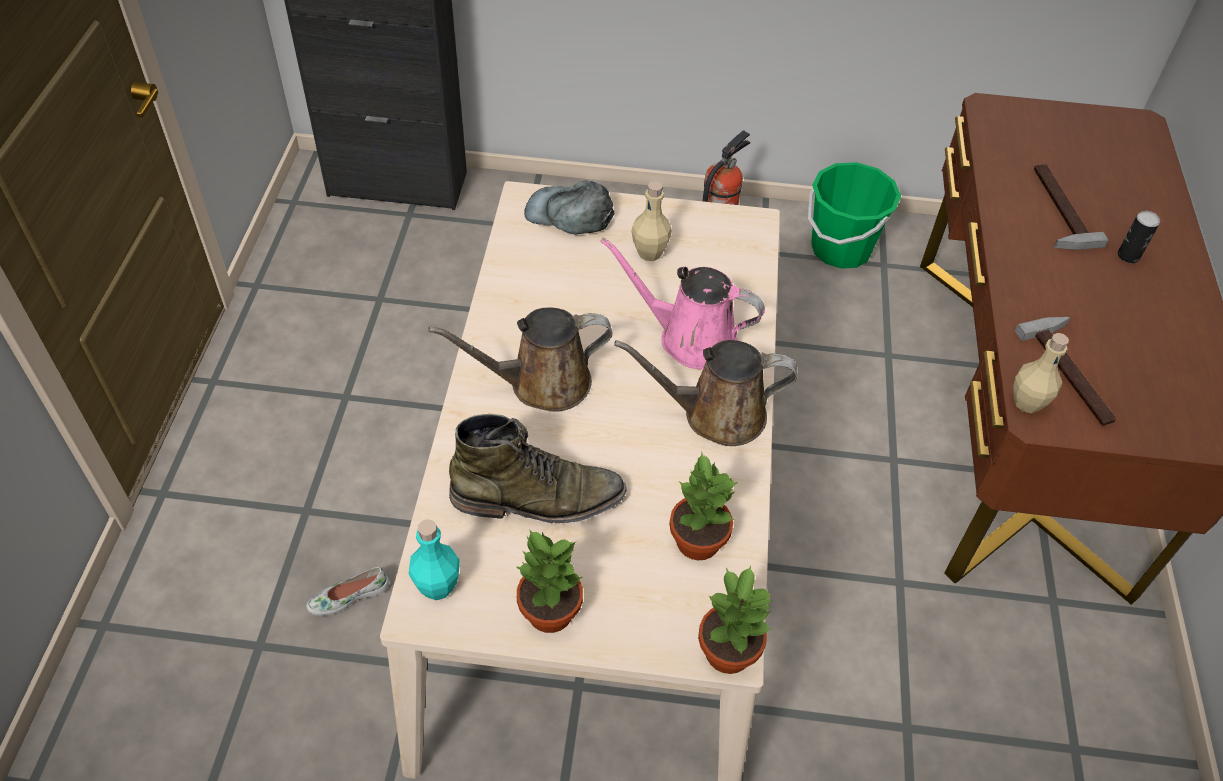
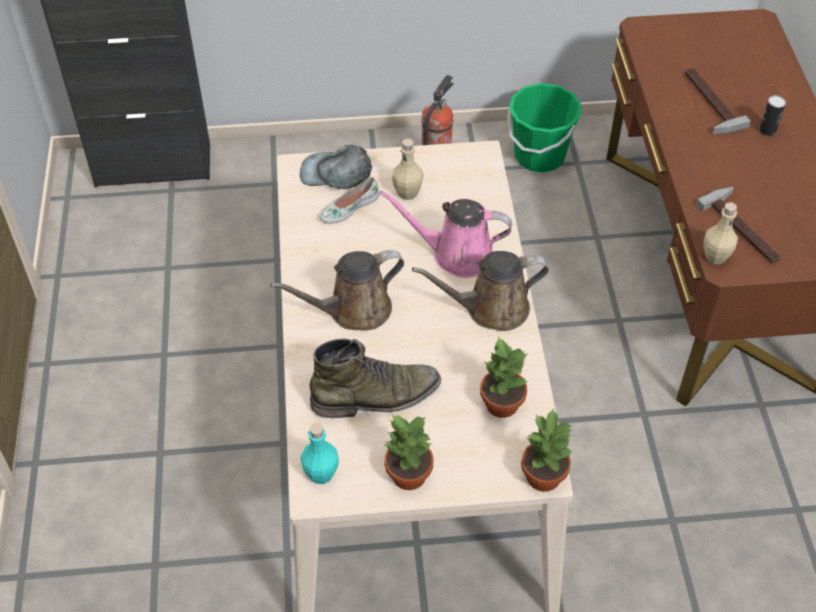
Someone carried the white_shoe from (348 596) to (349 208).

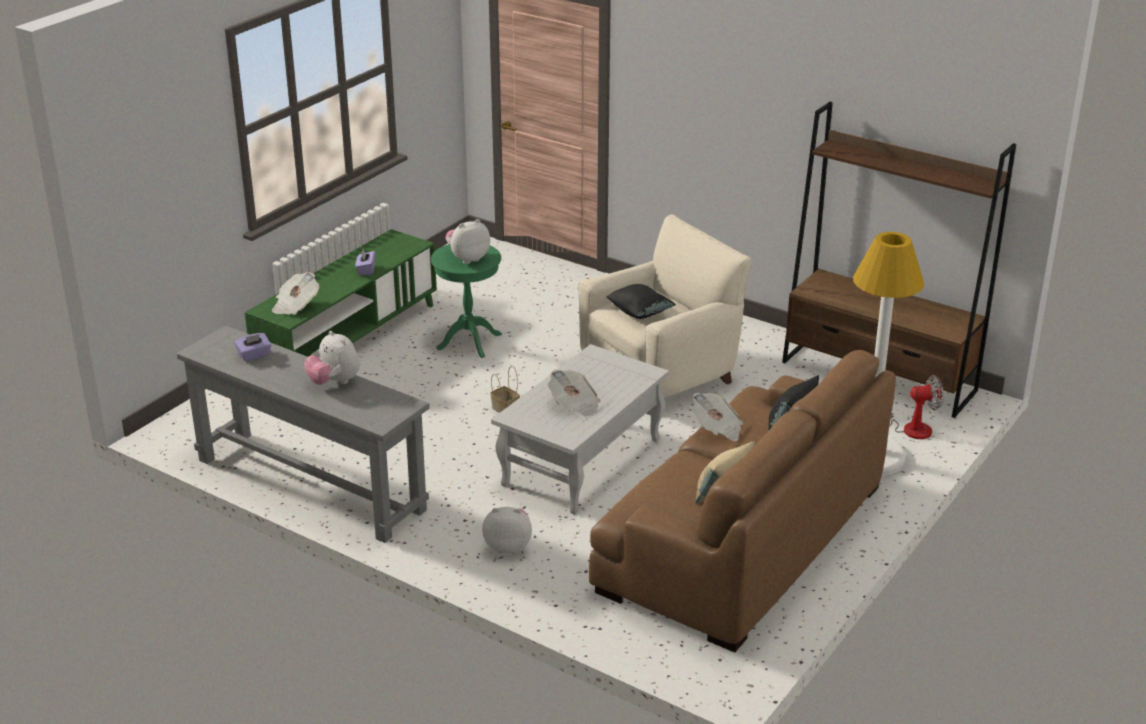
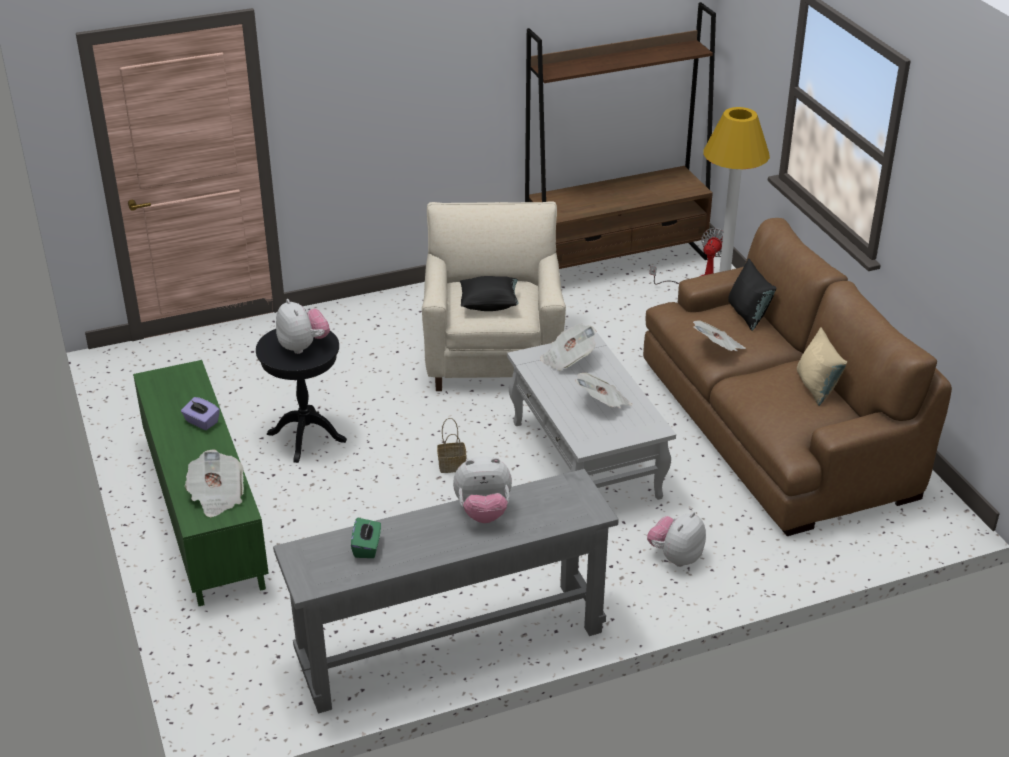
Someone put down the newspaper at (567 359).
Someone repainted the purple_tissue_box at (254 355), which became the green_tissue_box at (367 547).
Someone repainted the green_side_table at (469 341), which became the black_side_table at (306 437).
Someone rotated the plush_toy at (468 259) by 150 degrees clockwise.

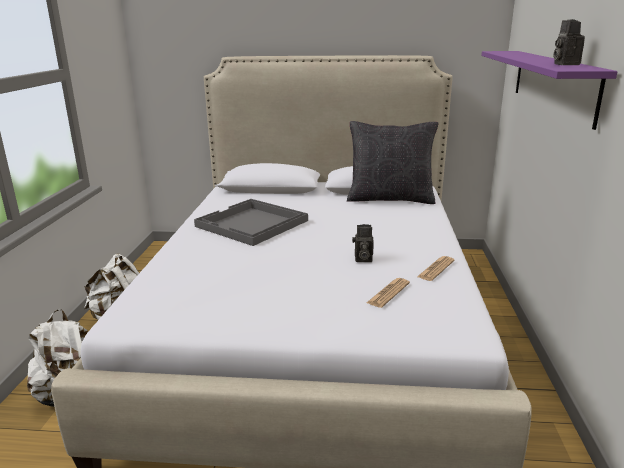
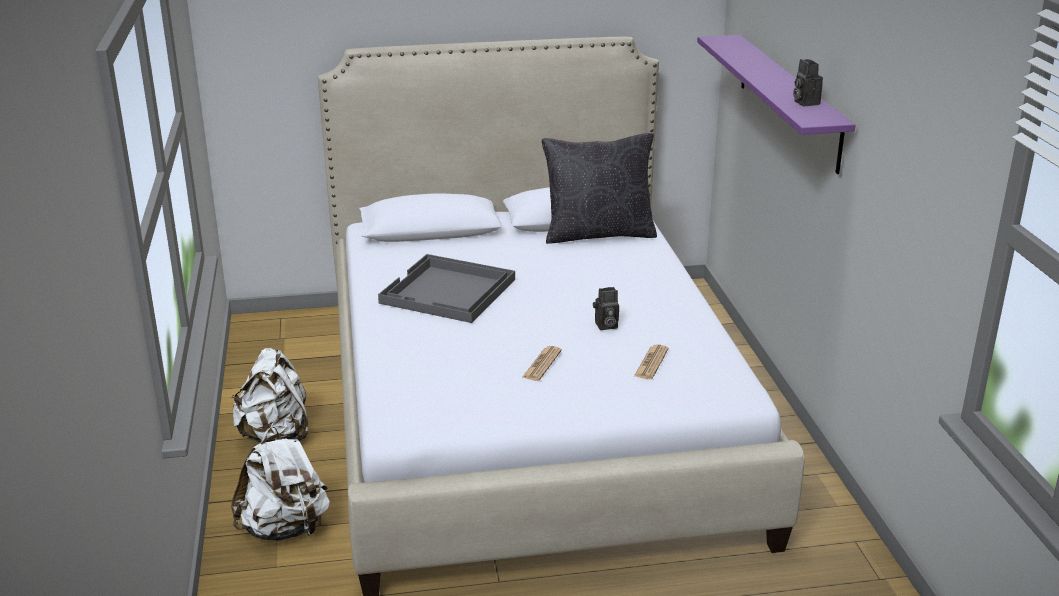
Someone carried the newspaper from (436 269) to (542 364).

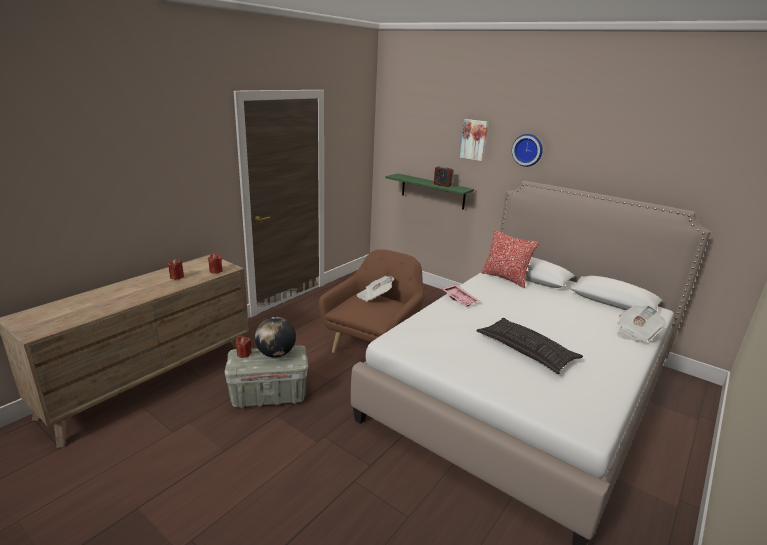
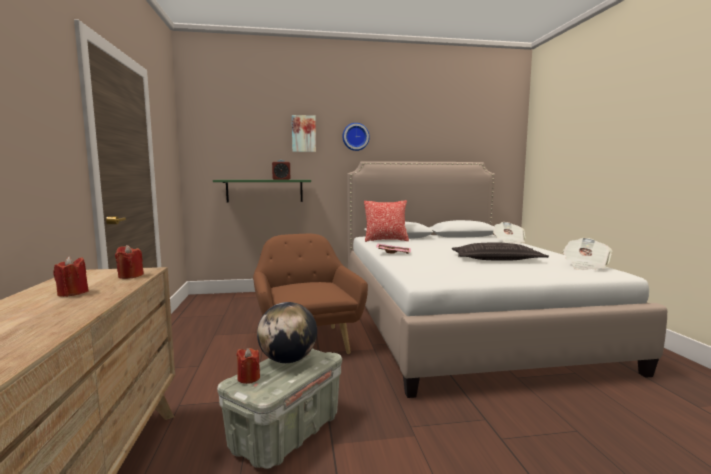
Someone carried the newspaper from (374 297) to (585 266).

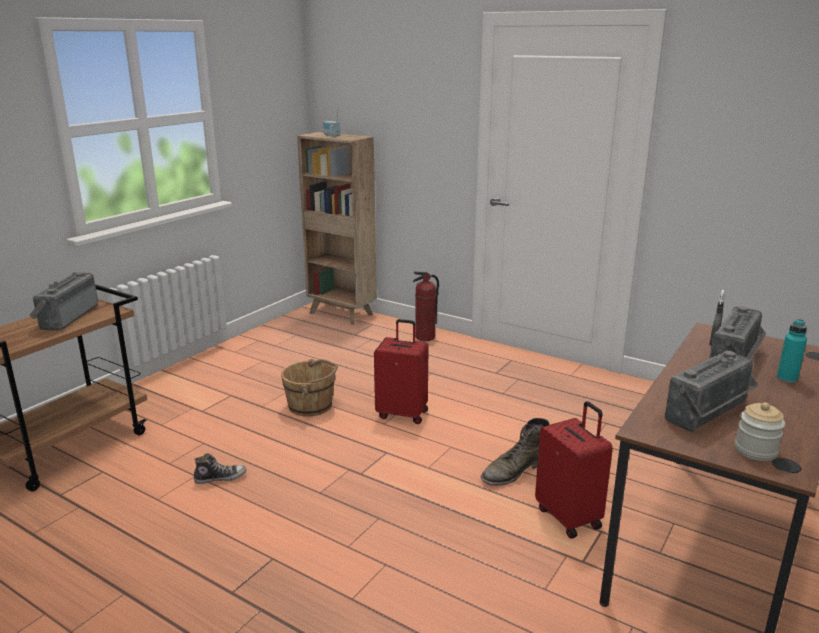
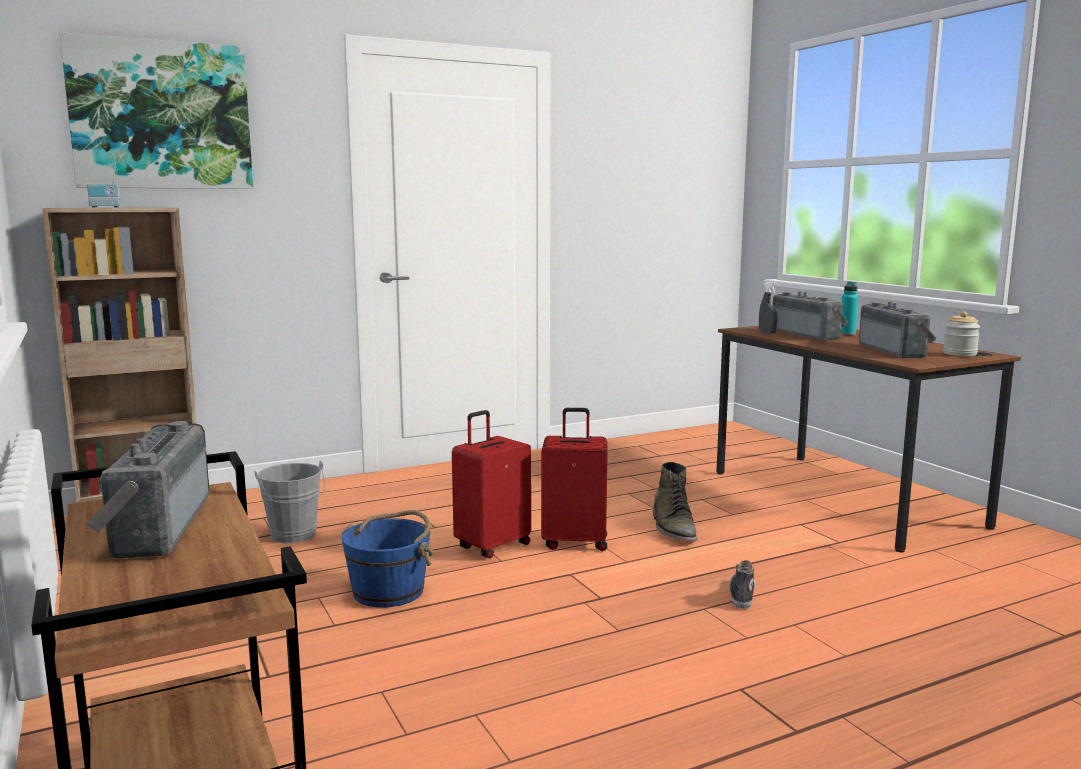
Someone took away the fire_extinguisher at (425 337).
Someone put up the picture at (161 115).
Someone put down the grey_bucket at (294 536).
Someone carried the shoe from (220 478) to (741 595).
Someone carried the red_suitcase from (569 517) to (575 542).
Someone repainted the brown_bucket at (311 406), which became the blue_bucket at (389 591).
Someone rotated the radio at (66 317) by 45 degrees clockwise.

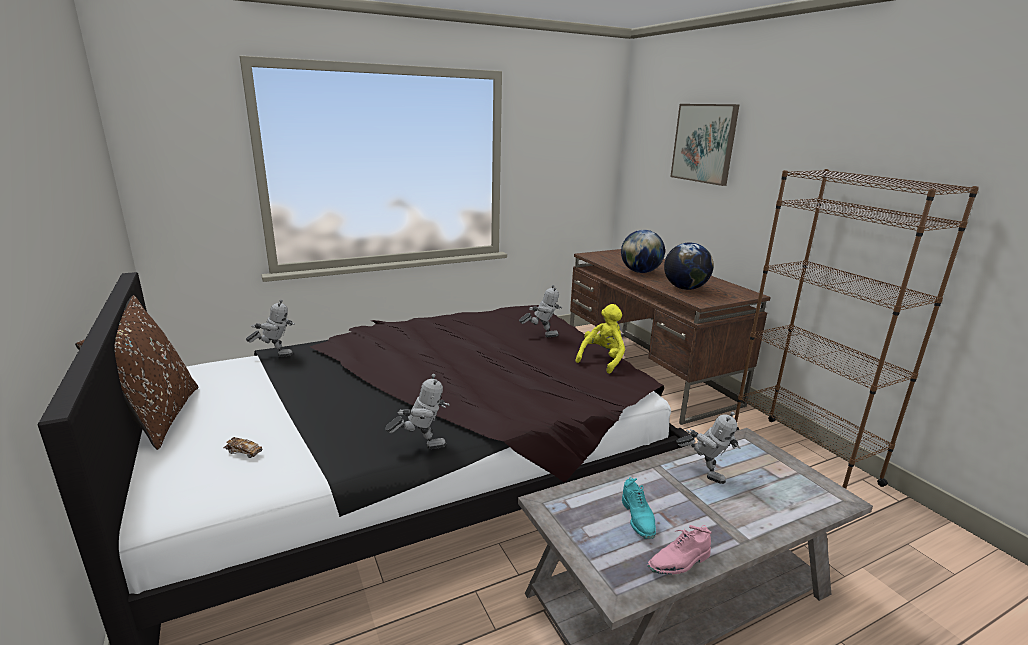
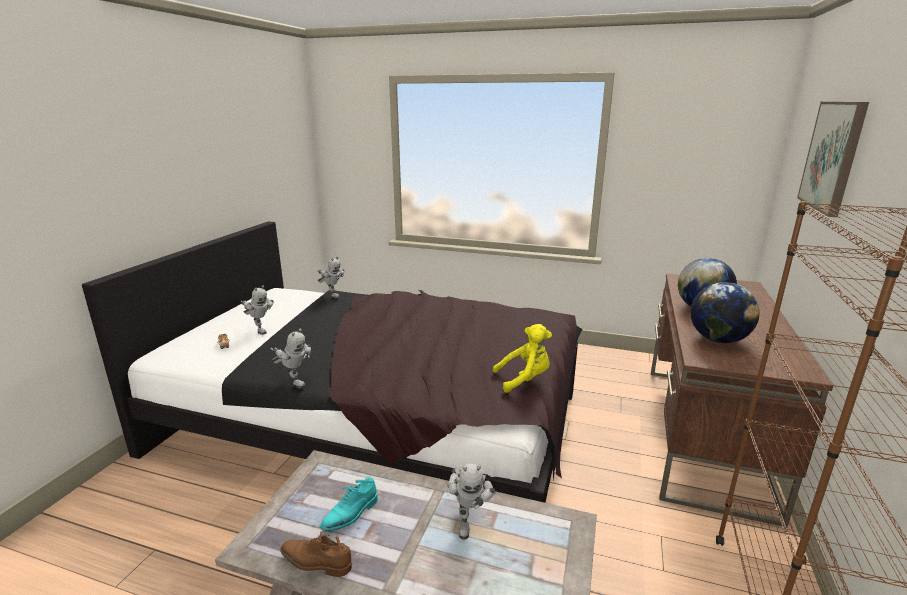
Someone took away the brown_pillow at (157 418).
Someone carried the toy_robot from (541 335) to (260 330).
Someone repainted the pink_shoe at (679 562), which became the brown_shoe at (316 562).

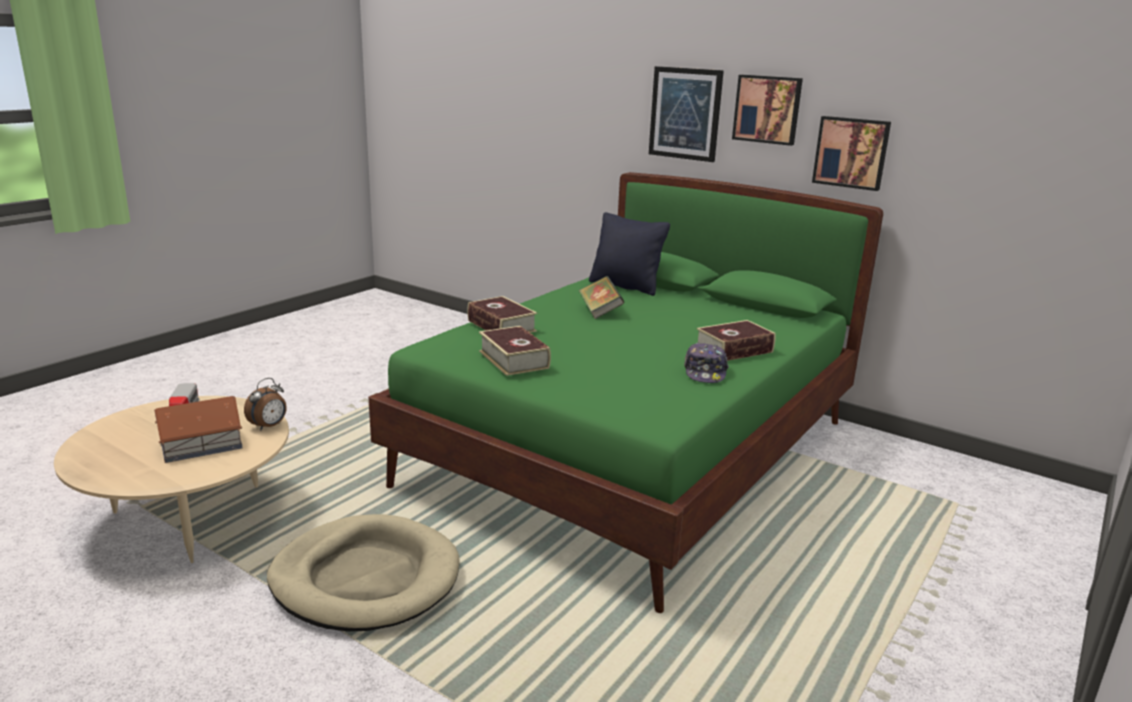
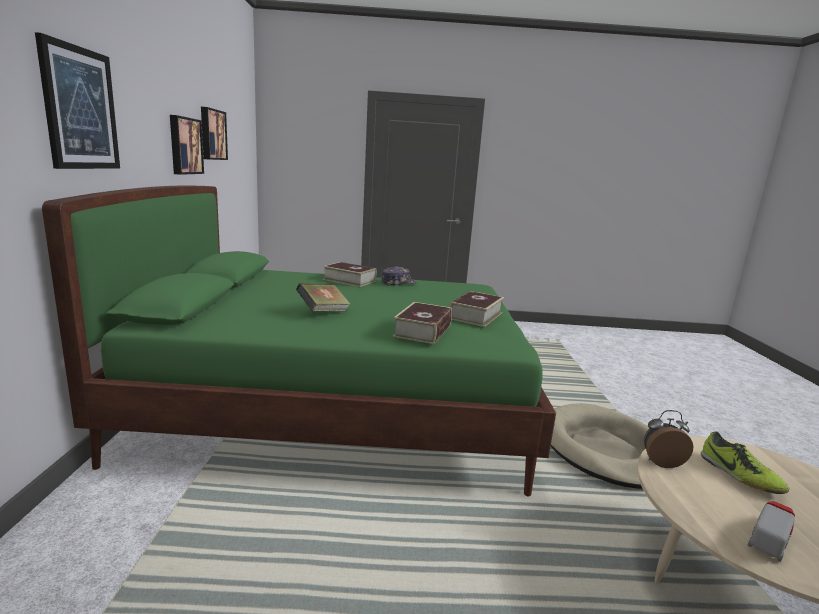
Someone took away the black_pillow at (625 286).
Someone carried the picture from (767 109) to (212 134).
Someone swapped the toy_house at (202 445) for the shoe at (739 476).

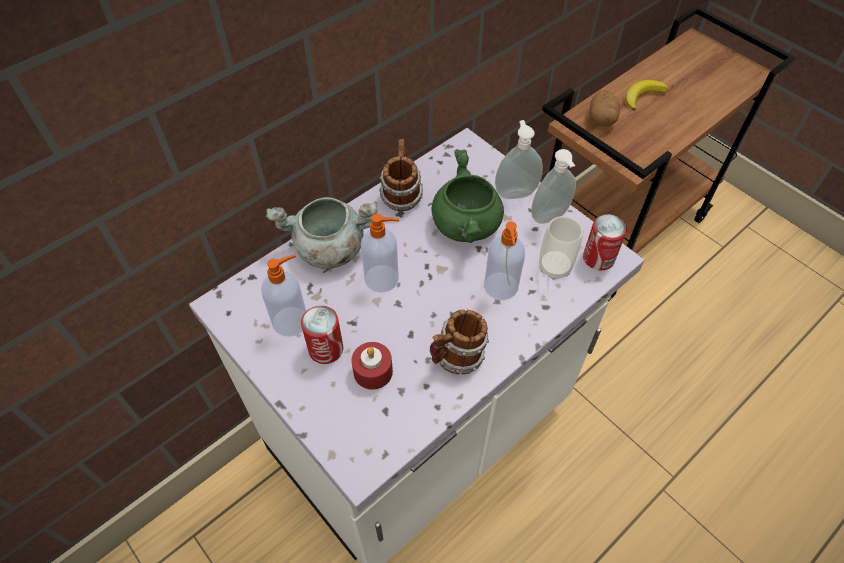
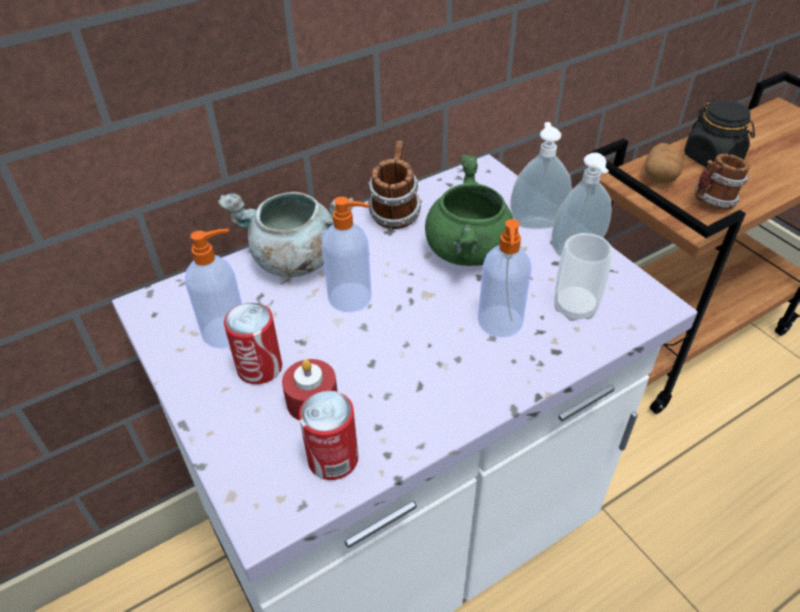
Someone carried the mug from (456 358) to (712 203).
Someone carried the can from (598 258) to (333 459).
Someone swapped the banana at (642 96) for the black_jar at (712 158).

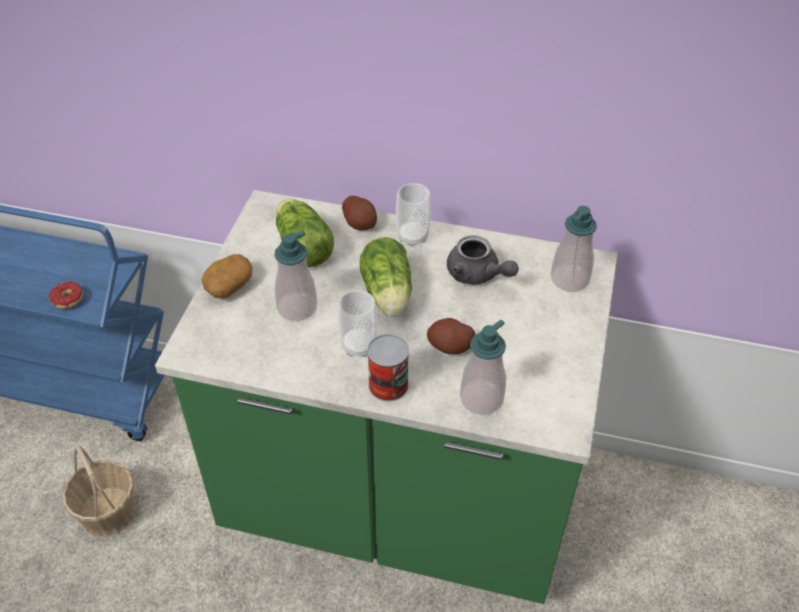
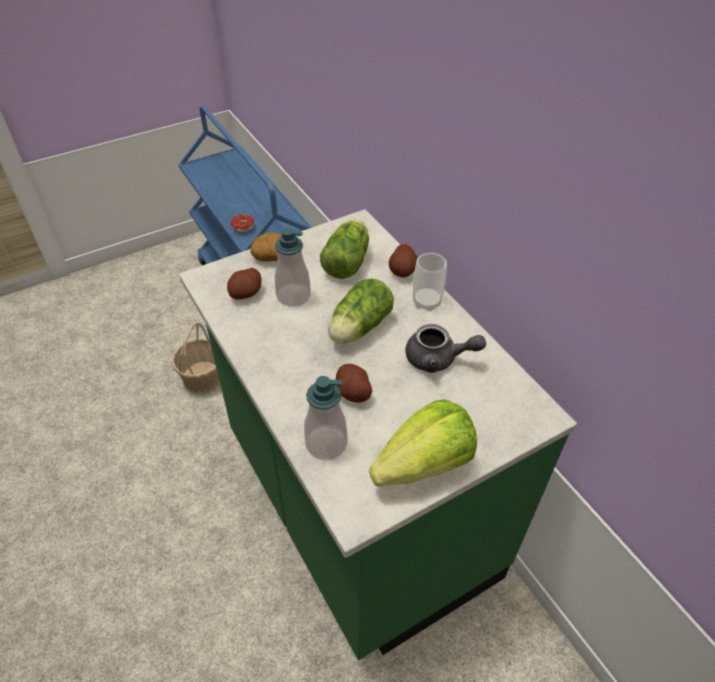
Someone took away the cup at (358 346).
Someone took away the can at (388 385).
Someone took away the soap_dispenser at (569 279).
Someone put down the potato at (246 293).
Someone put down the lettuce at (424 465).
Someone rotated the grey_teapot at (477 275) by 75 degrees counterclockwise.

